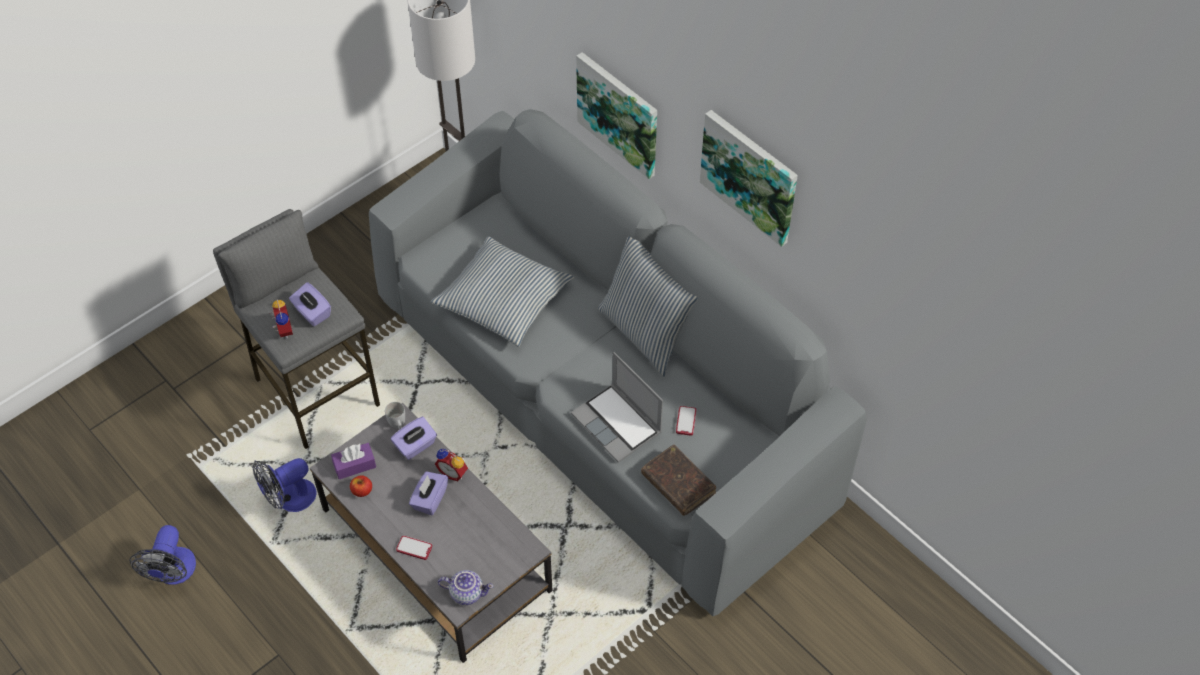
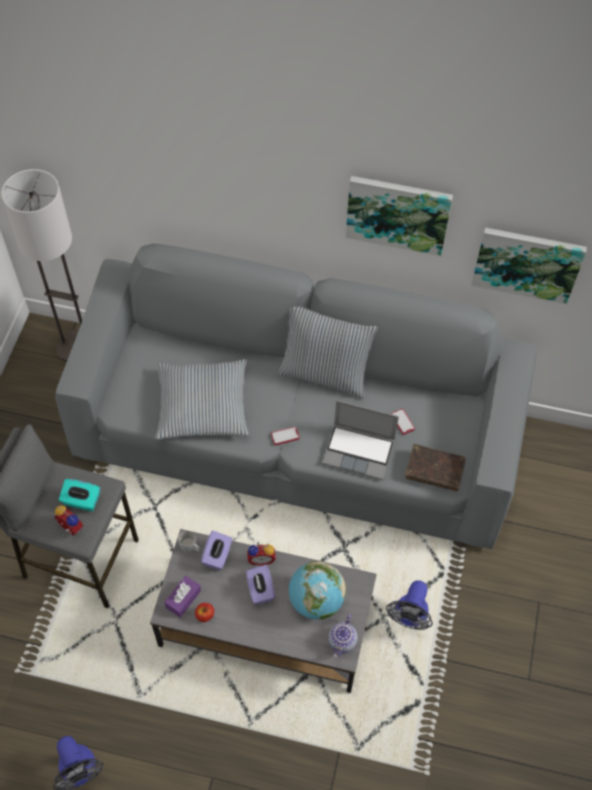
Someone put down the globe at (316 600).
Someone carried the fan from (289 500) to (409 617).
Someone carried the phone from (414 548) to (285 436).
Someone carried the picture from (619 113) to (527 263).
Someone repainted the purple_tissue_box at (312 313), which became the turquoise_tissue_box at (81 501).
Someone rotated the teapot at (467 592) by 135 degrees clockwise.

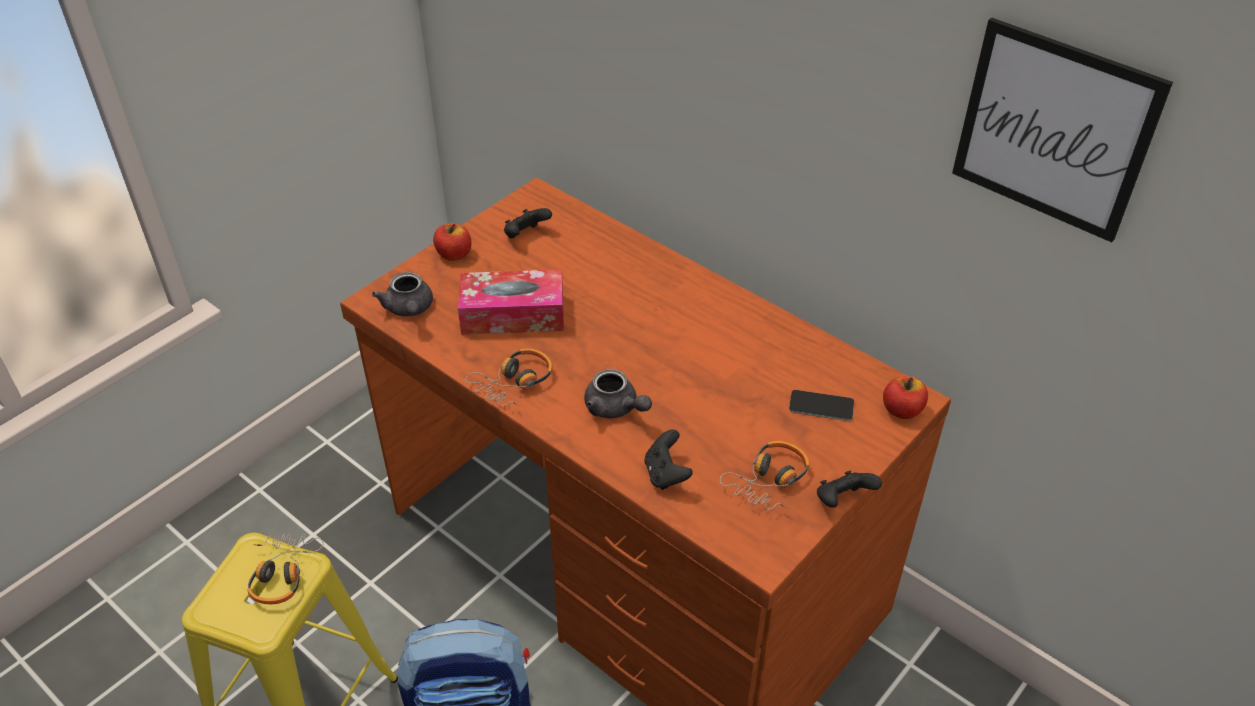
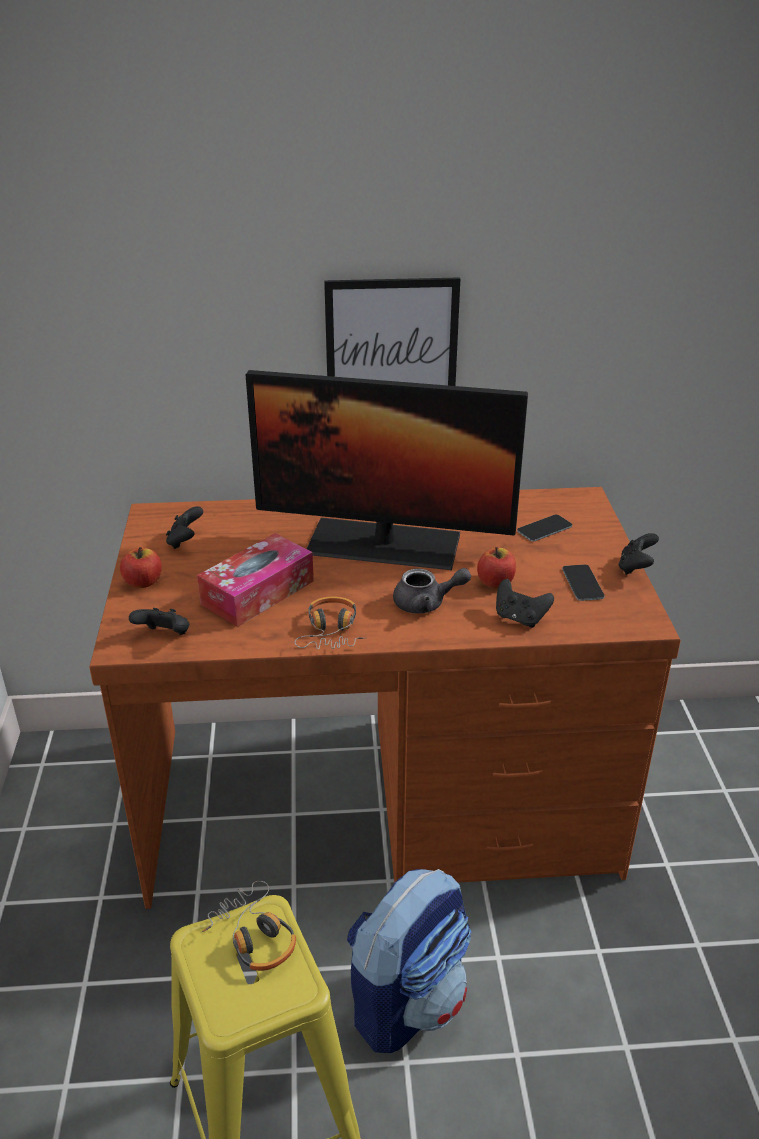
Someone put down the monitor at (383 544).
Someone carried the apple from (902 410) to (495 582).
Someone carried the picture from (1054 130) to (391 343).
Someone swapped the grey_teapot at (409 309) for the black_game_controller at (165 636).
Someone swapped the headphones at (769 481) for the phone at (582 583).

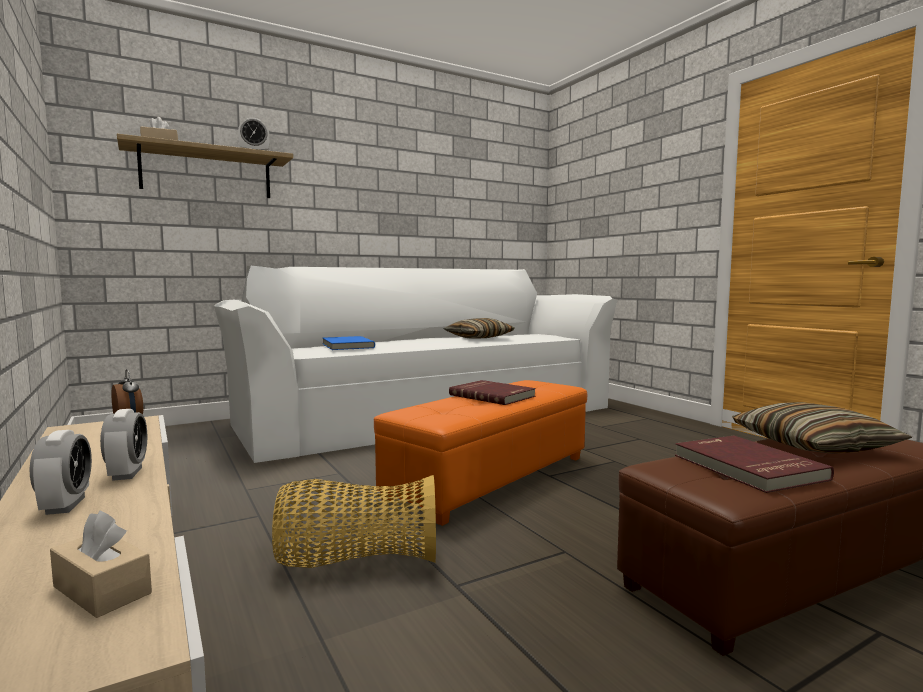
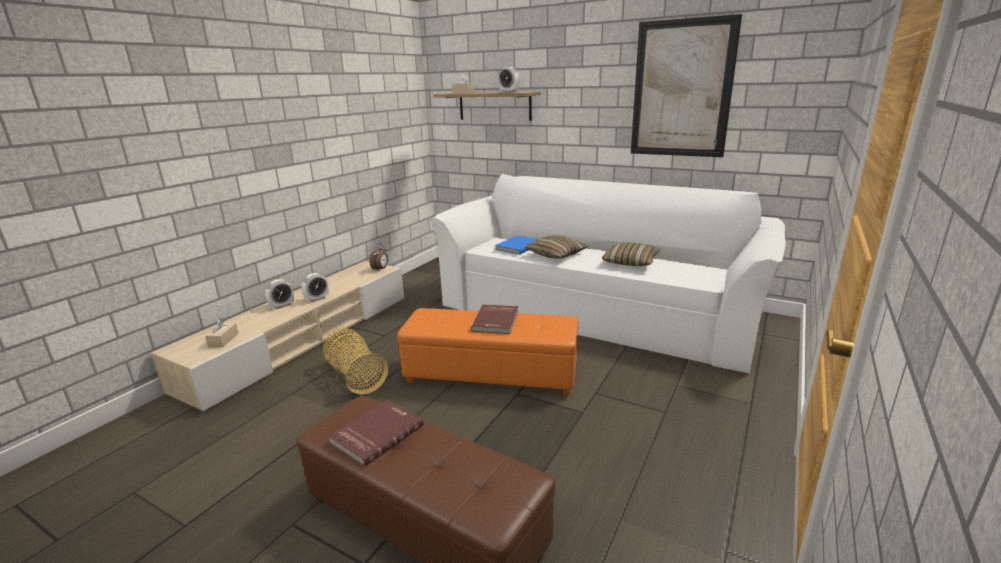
Someone put up the picture at (681 89).
Someone carried the pillow from (813 445) to (556 254).

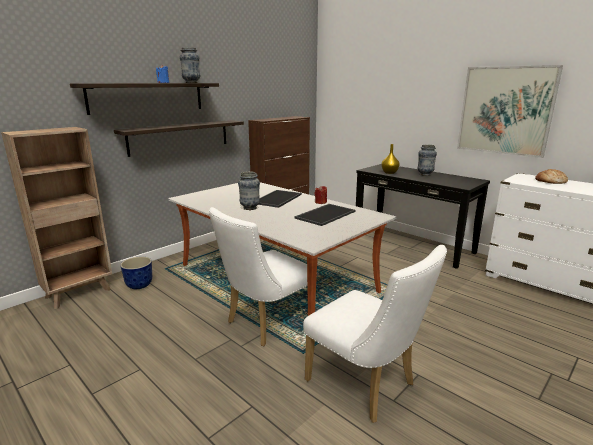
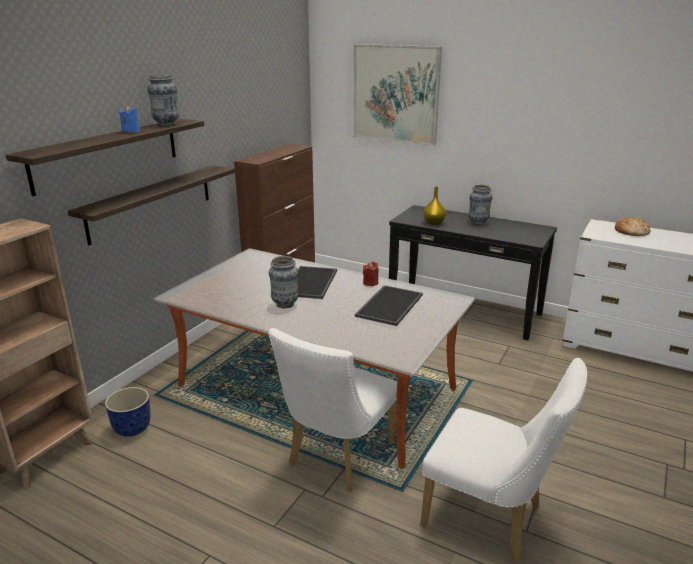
Someone carried the picture from (505 110) to (395 94).

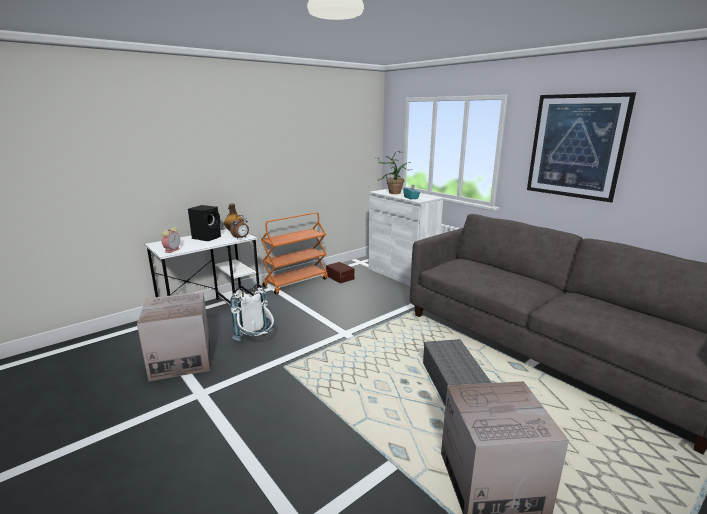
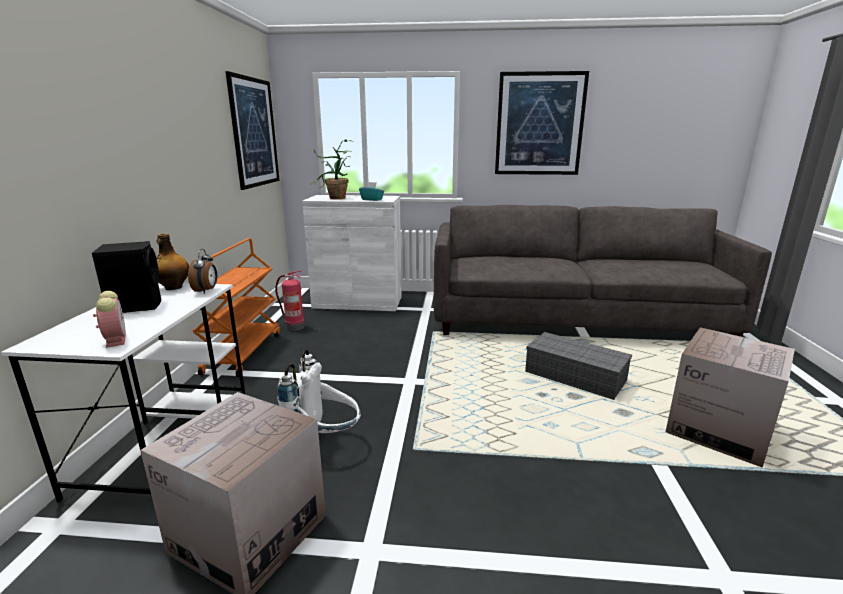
Someone put up the picture at (254 132).
Someone swapped the brown_storage_box at (340 277) for the fire_extinguisher at (294 327).

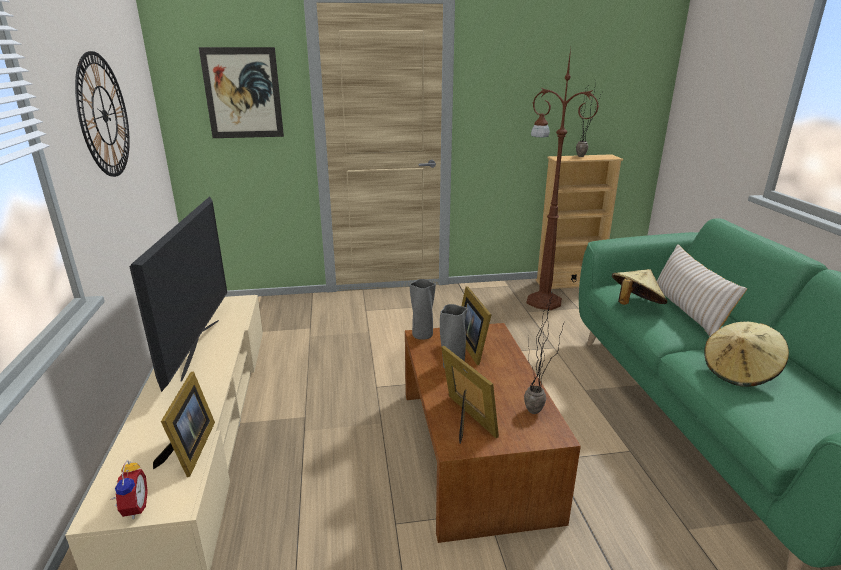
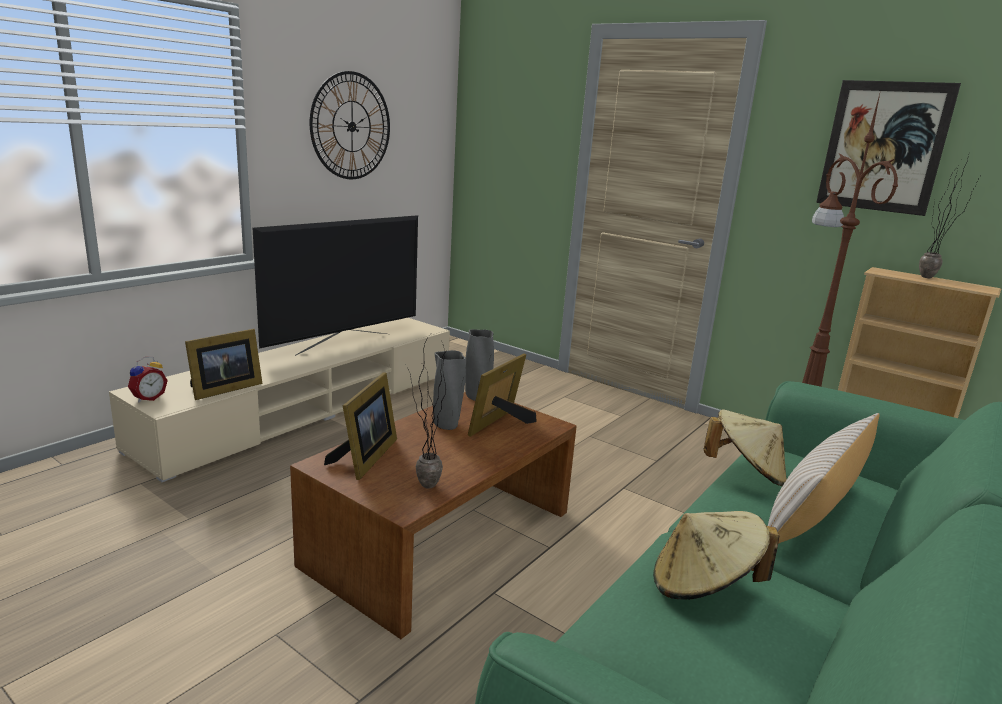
Someone carried the picture from (243 93) to (883 147).

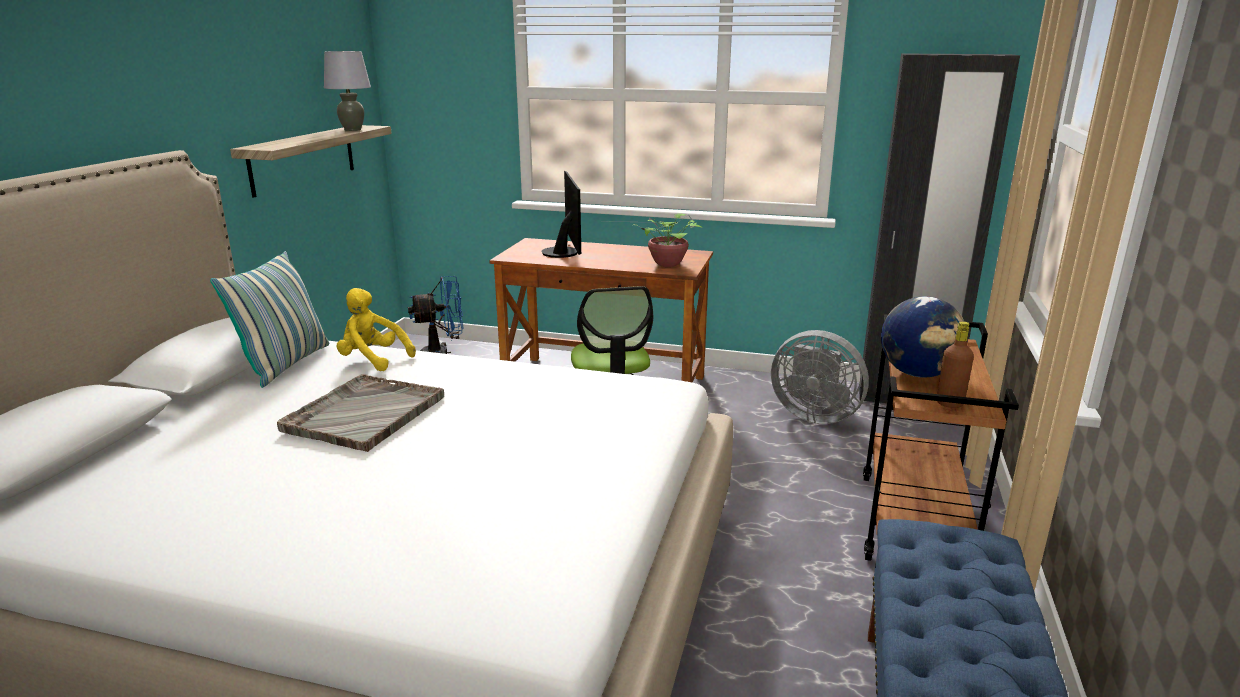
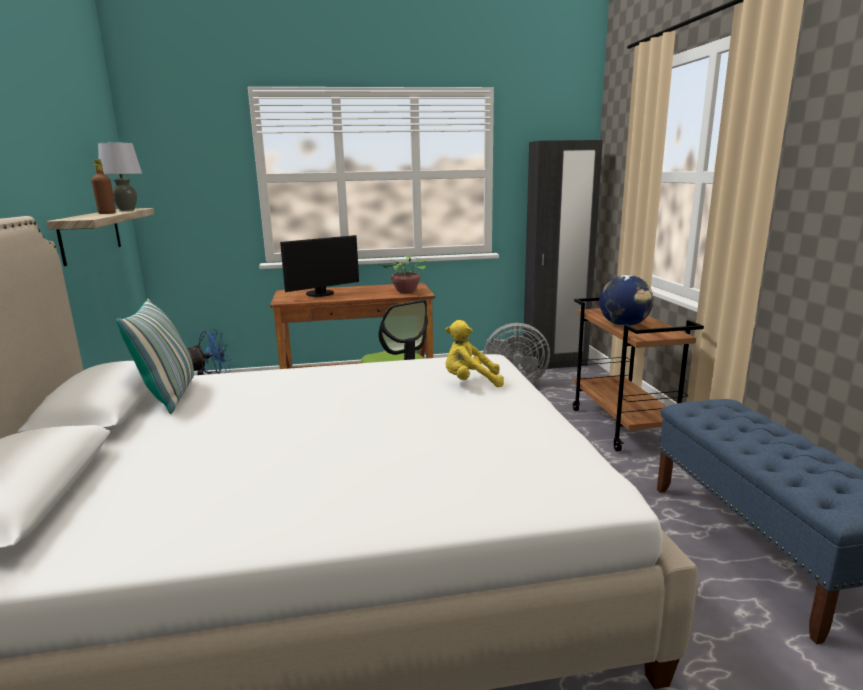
Someone took away the grey_tray at (363 414).
Someone carried the yellow_plush_toy from (373 360) to (470 382).
Someone carried the brown_bottle from (950 403) to (107 213).
Someone rotated the monitor at (564 252) by 90 degrees clockwise.

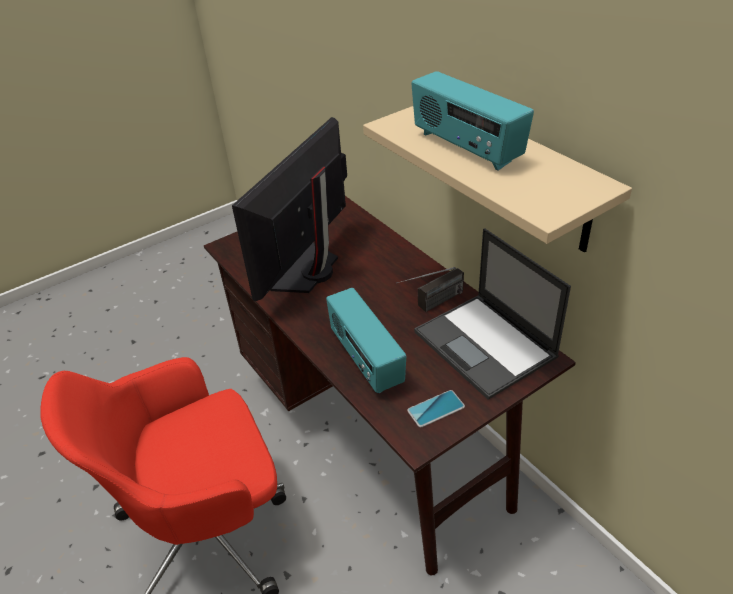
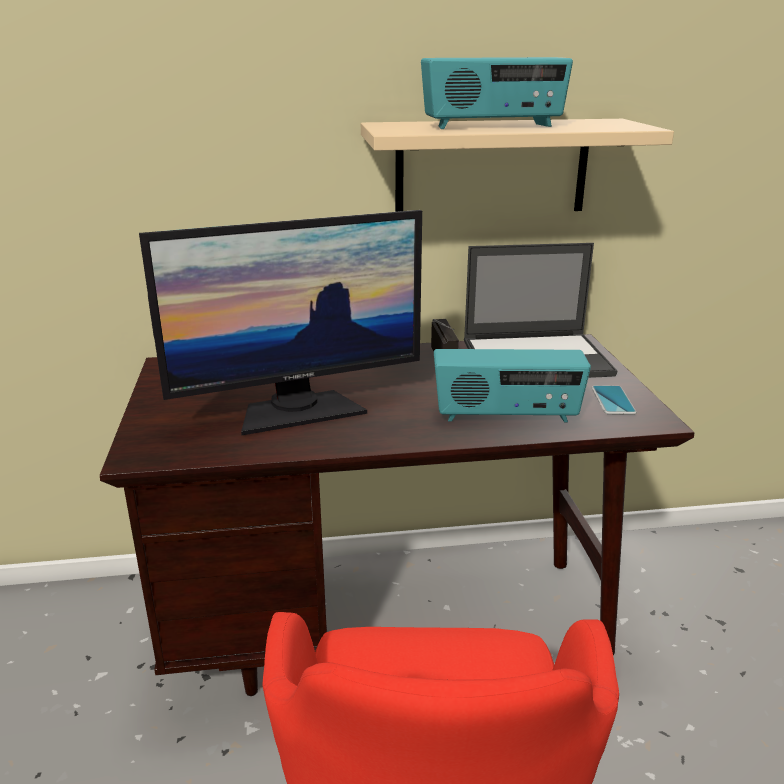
Someone rotated the monitor at (310 271) by 75 degrees counterclockwise.

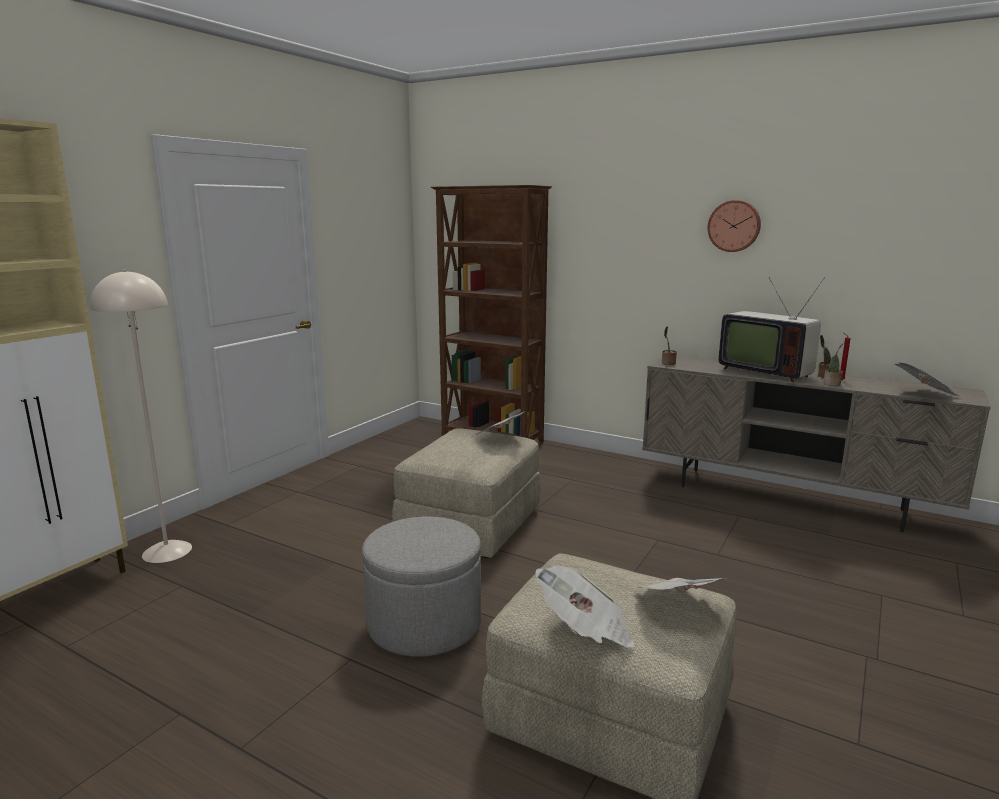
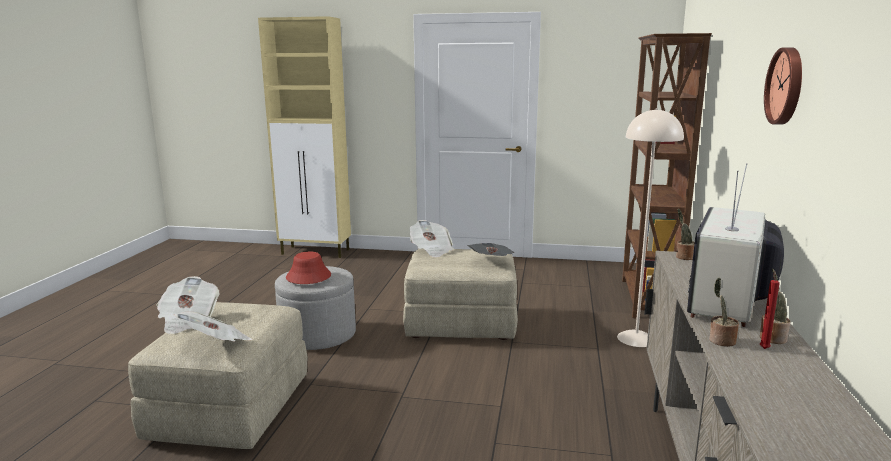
Someone put down the red_hat at (308 277).
Someone carried the beige_floor_lamp from (167 551) to (636 338).
Someone carried the newspaper from (925 394) to (431 250).

